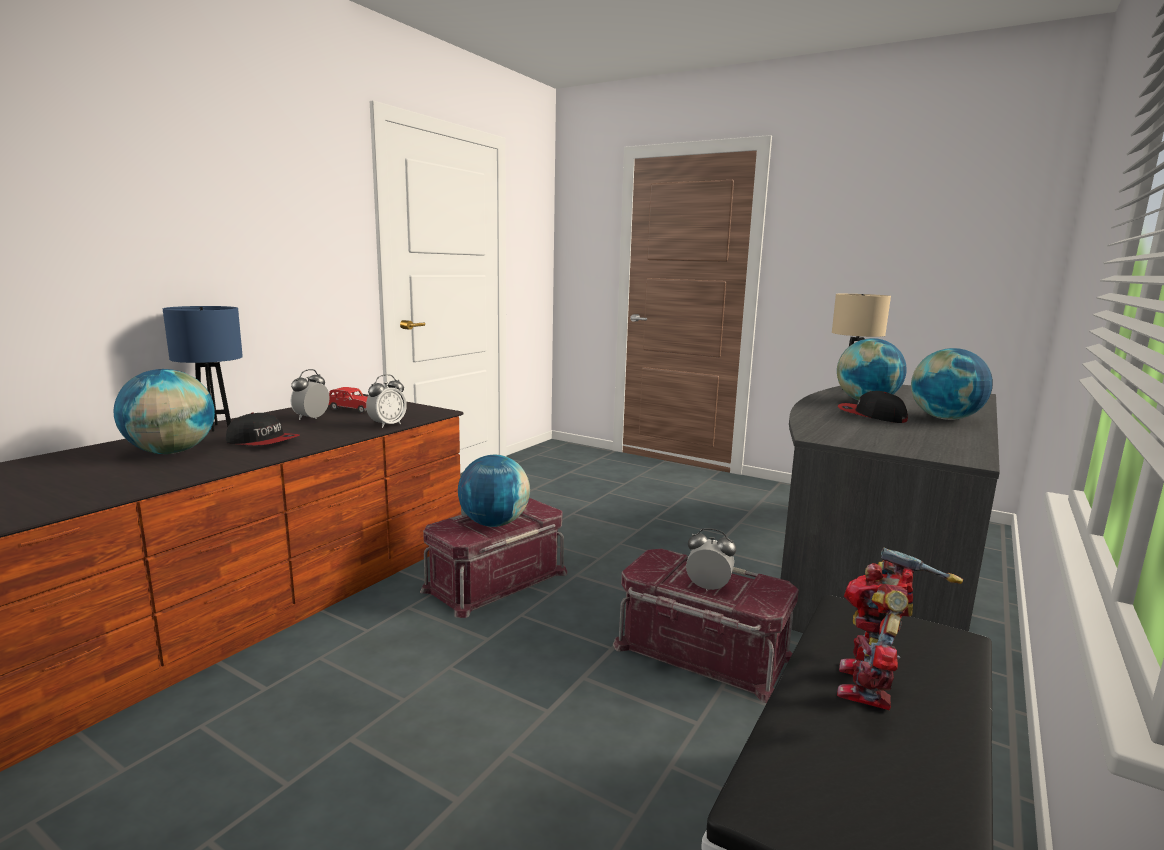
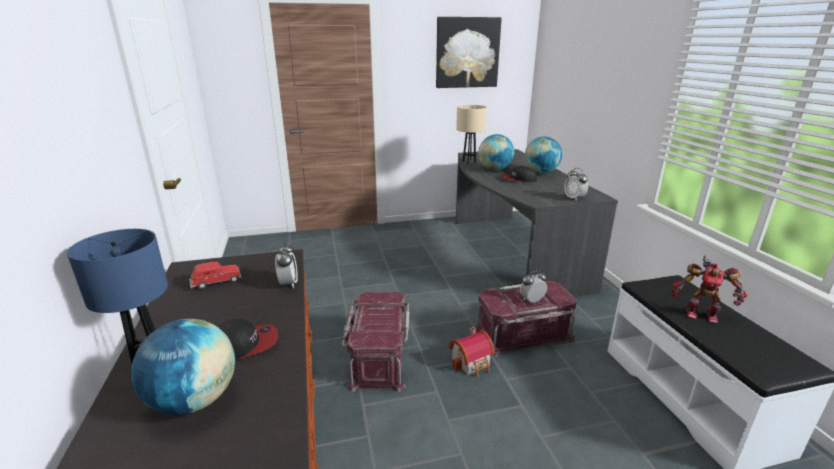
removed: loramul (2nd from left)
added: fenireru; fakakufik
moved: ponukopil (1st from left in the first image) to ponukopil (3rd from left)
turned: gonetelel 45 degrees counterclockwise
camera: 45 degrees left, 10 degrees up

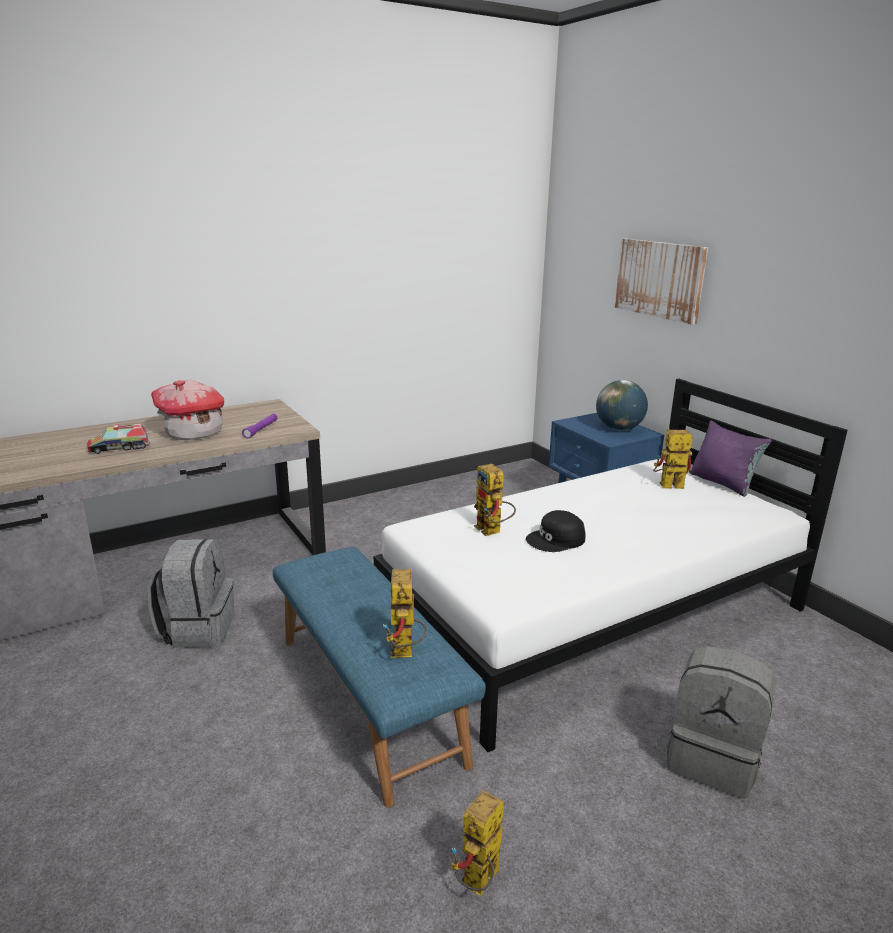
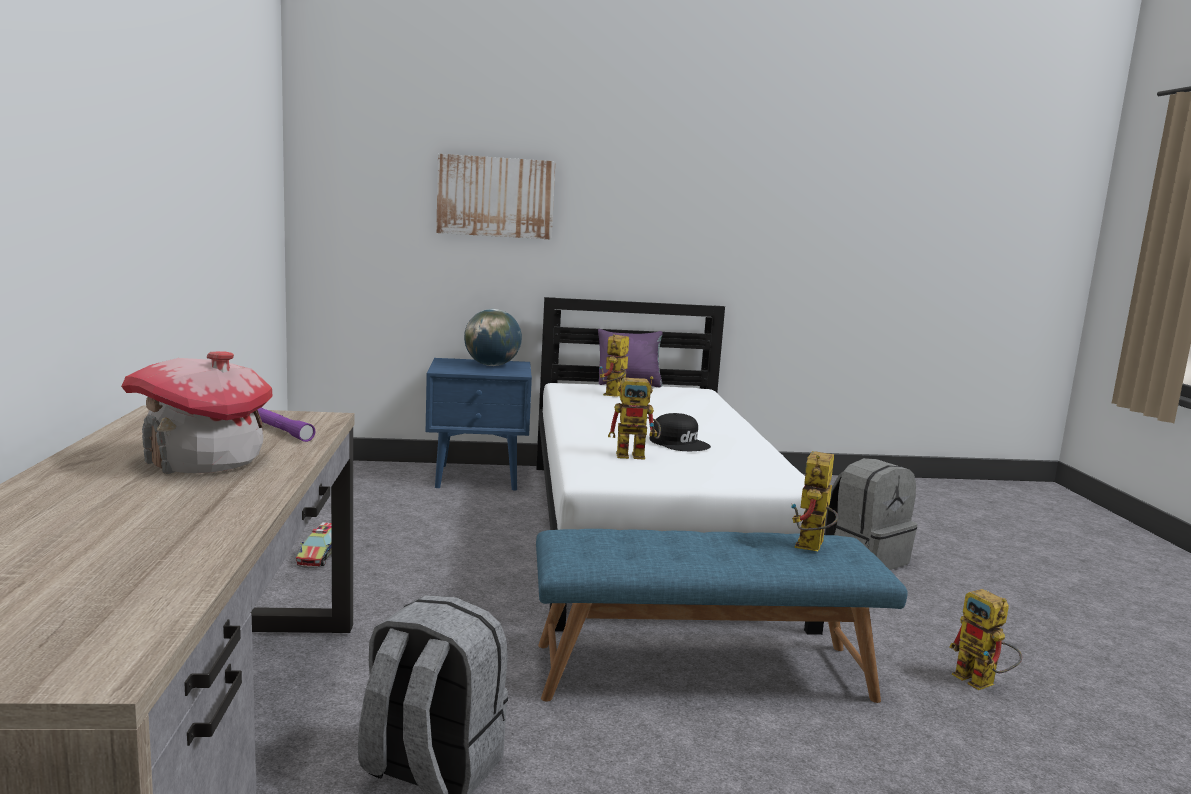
moved: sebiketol
turned: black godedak 45 degrees counterclockwise; gonetelel (1st from left in the first image) 90 degrees clockwise
camera: 65 degrees left, 10 degrees down

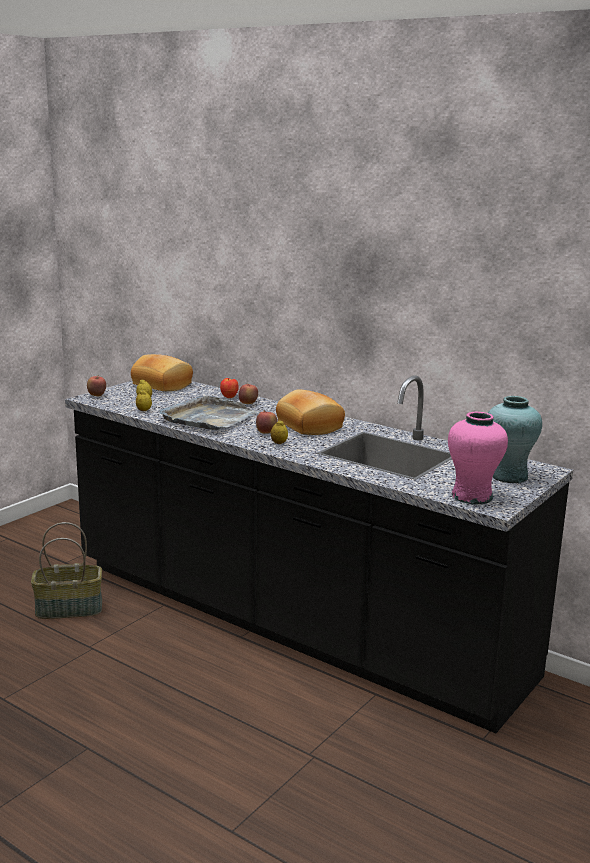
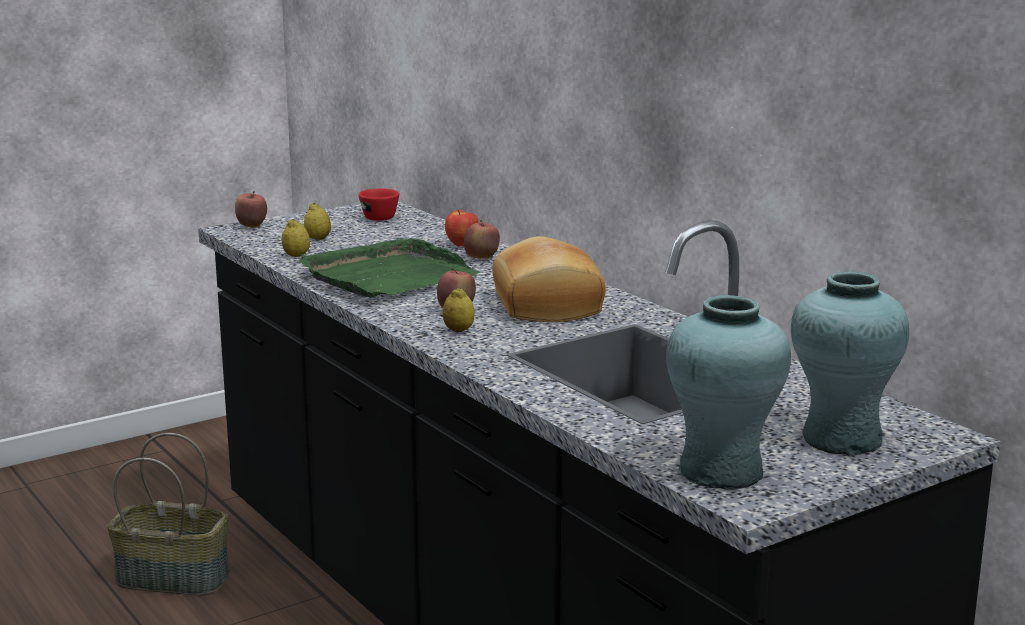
replaced: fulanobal (1st from left) to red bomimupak
recoloured: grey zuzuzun to green zuzuzun; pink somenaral to turquoise somenaral (1st from left)
camera: 20 degrees right, 0 degrees up

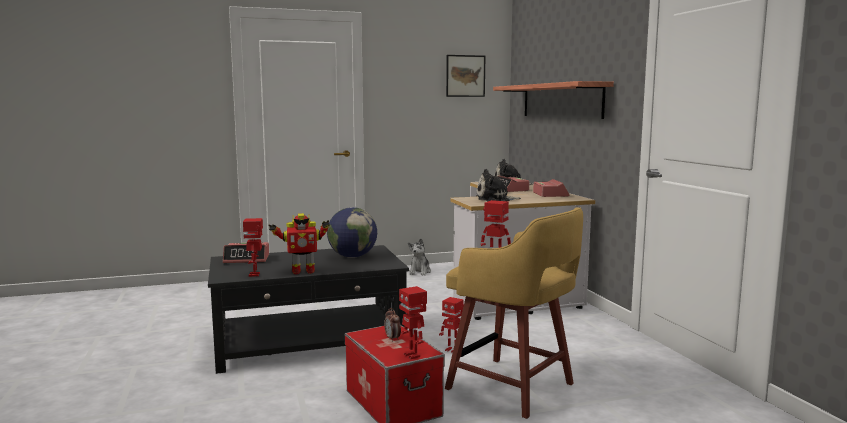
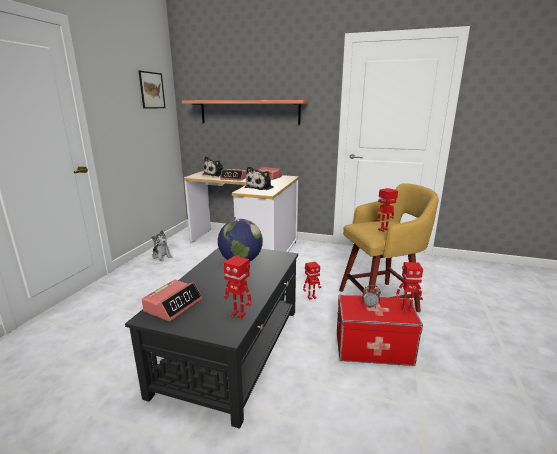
removed: gonetelel (2nd from left)
camera: 55 degrees left, 10 degrees up

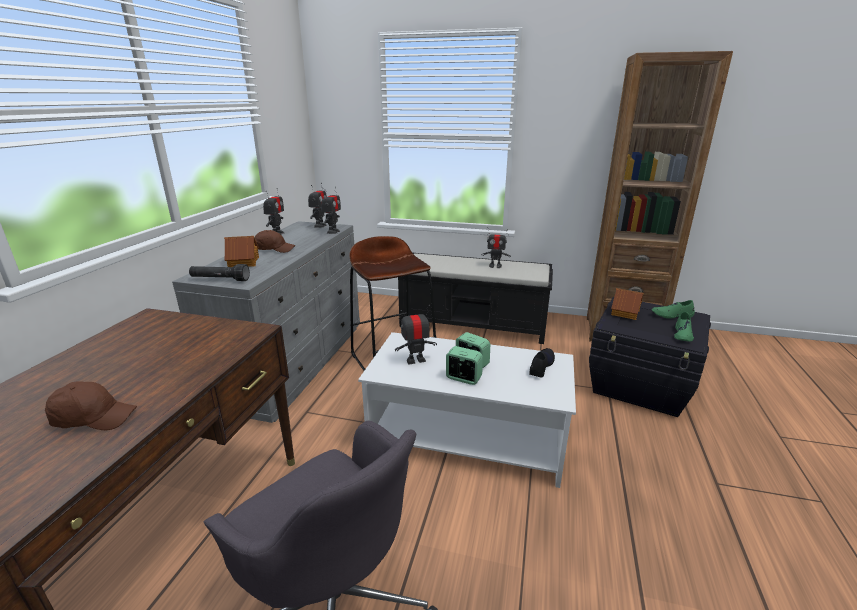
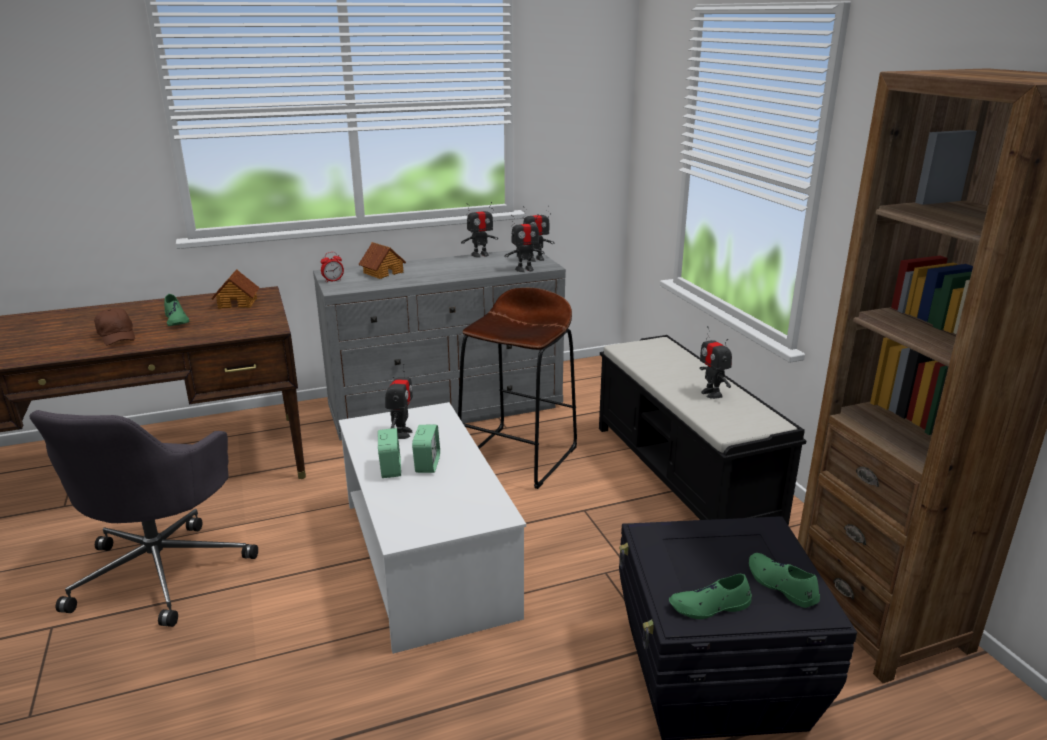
removed: brown godedak (2nd from left); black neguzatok
added: green neguzatok (1st from left)
moved: fakakufik (2nd from left in the first image) to fakakufik (1st from left)
replaced: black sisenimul to ponukopil (1st from left)
turned: gonetelel (4th from left in the first image) 60 degrees clockwise
camera: 55 degrees right, 0 degrees up

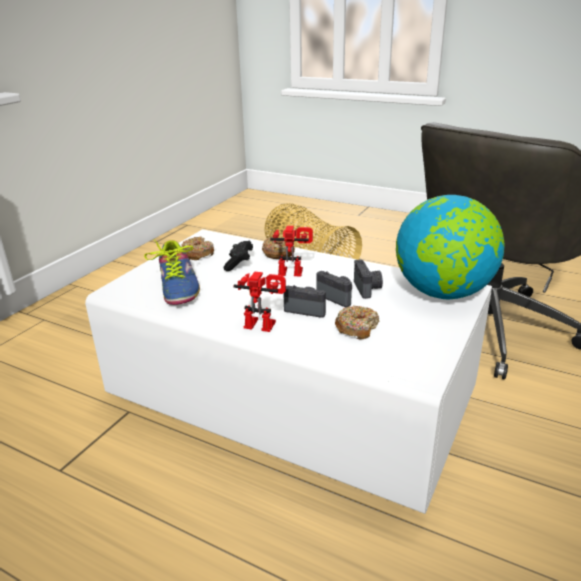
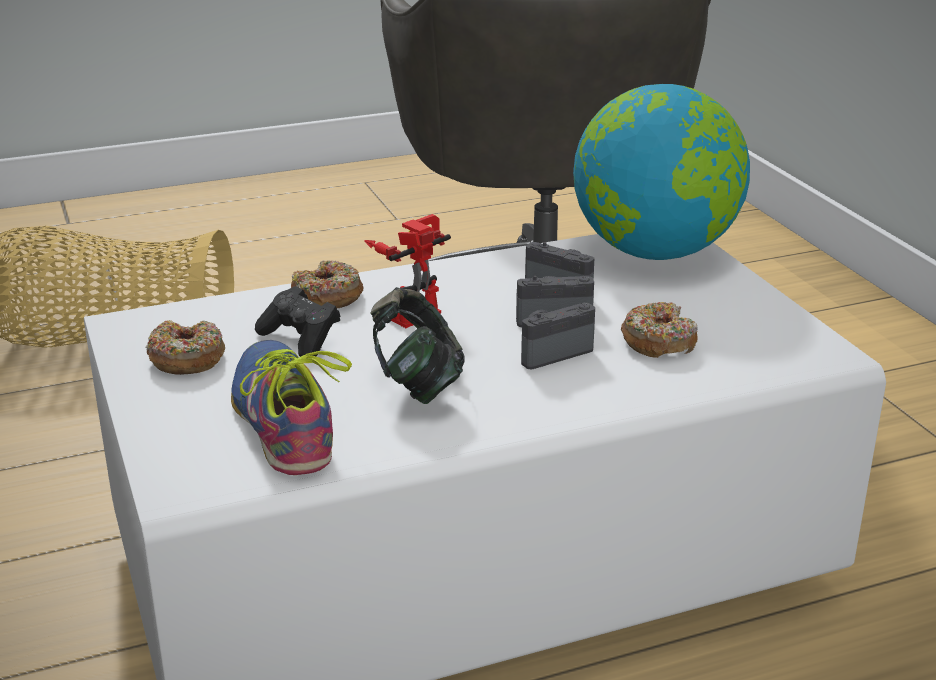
removed: gonetelel (1st from left)
added: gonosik
turned: neguzatok 135 degrees counterclockwise
camera: 50 degrees left, 0 degrees up

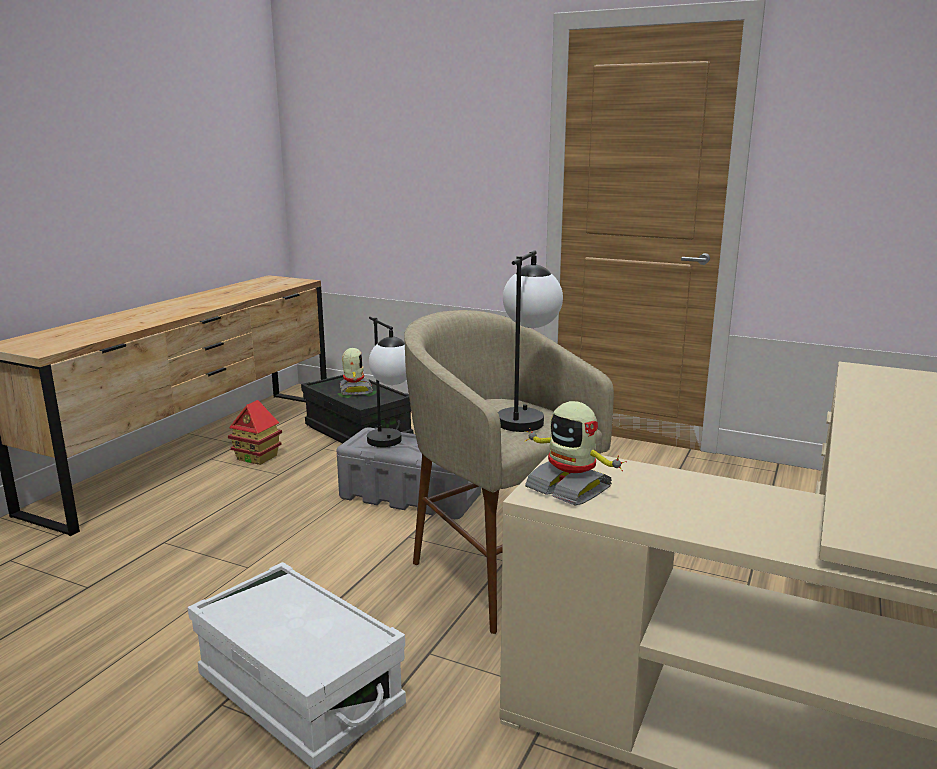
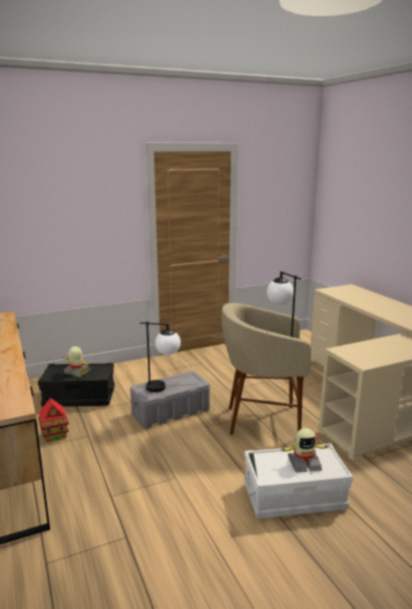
moved: gonetelel (2nd from left)
camera: 50 degrees left, 0 degrees up

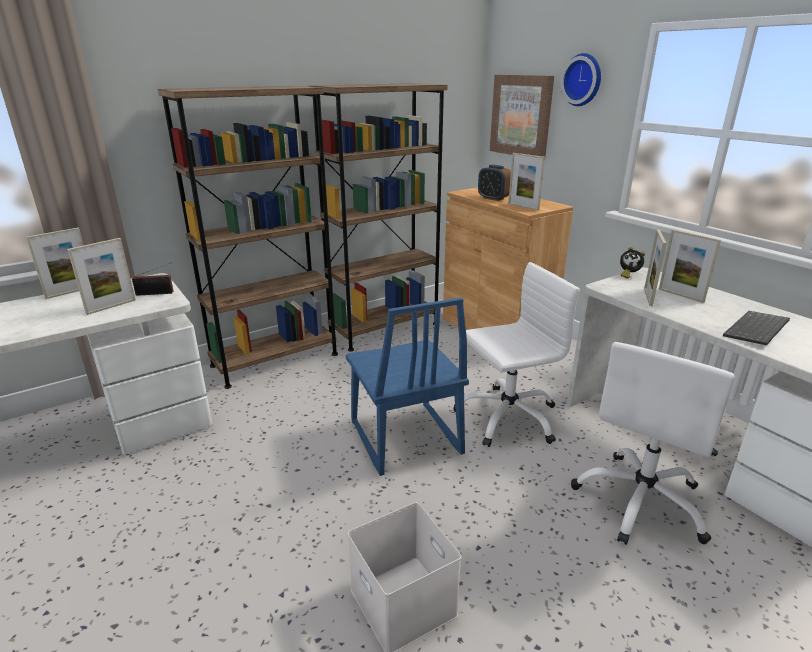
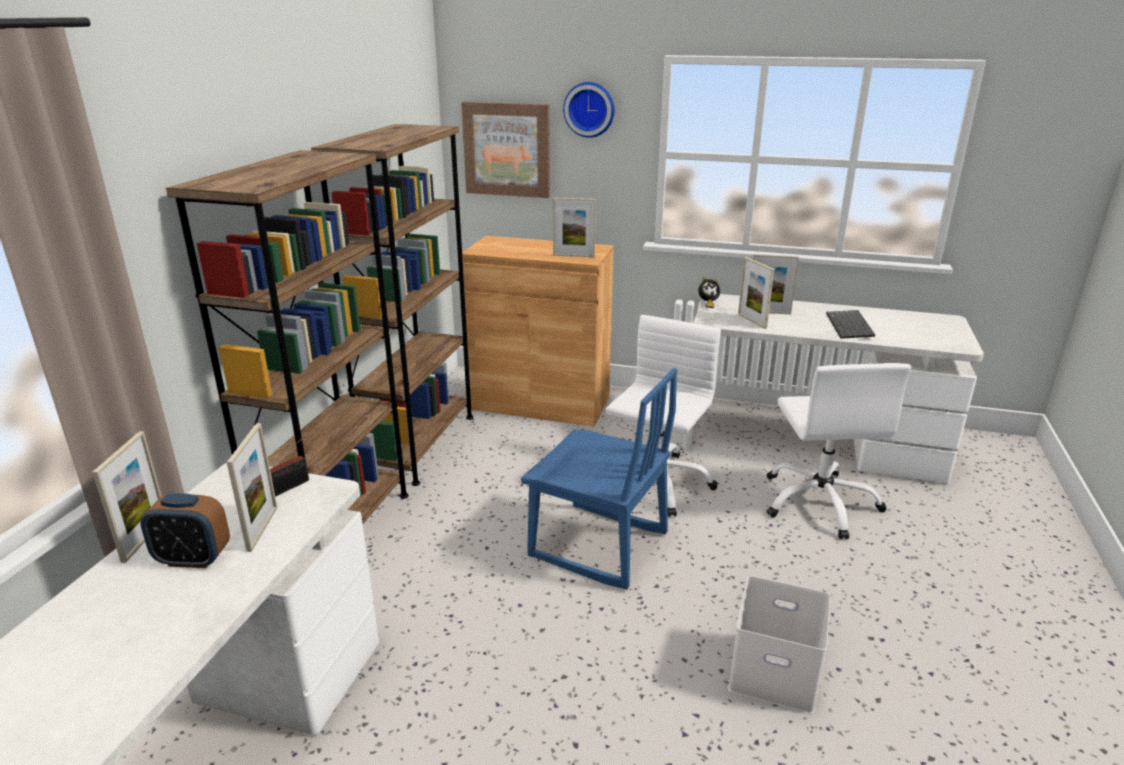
moved: ponukopil (1st from left)
camera: 40 degrees left, 0 degrees up

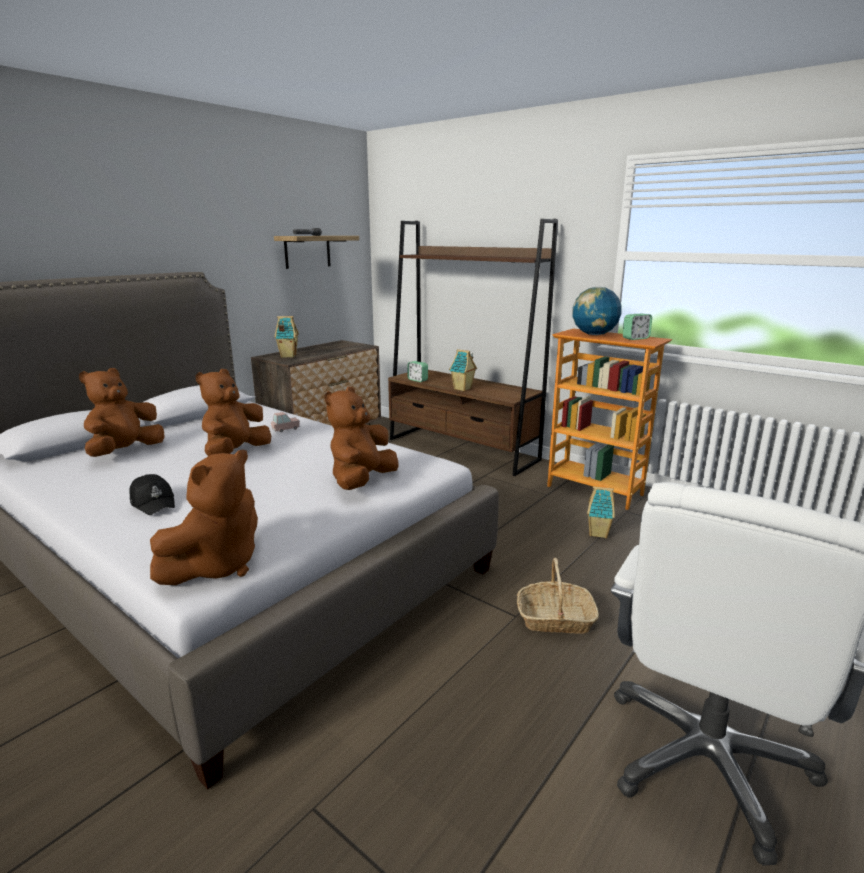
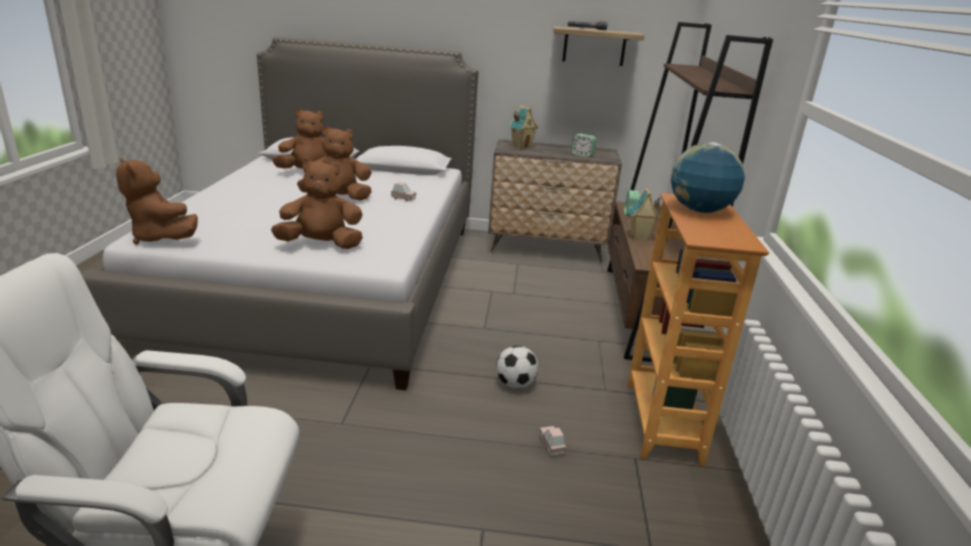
removed: black godedak; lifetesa
added: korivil
moved: ponukopil (2nd from left in the first image) to ponukopil (1st from left)
replaced: fakakufik (3rd from left) to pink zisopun (2nd from left)
turned: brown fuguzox (2nd from left in the first image) 45 degrees clockwise
camera: 55 degrees right, 5 degrees up

